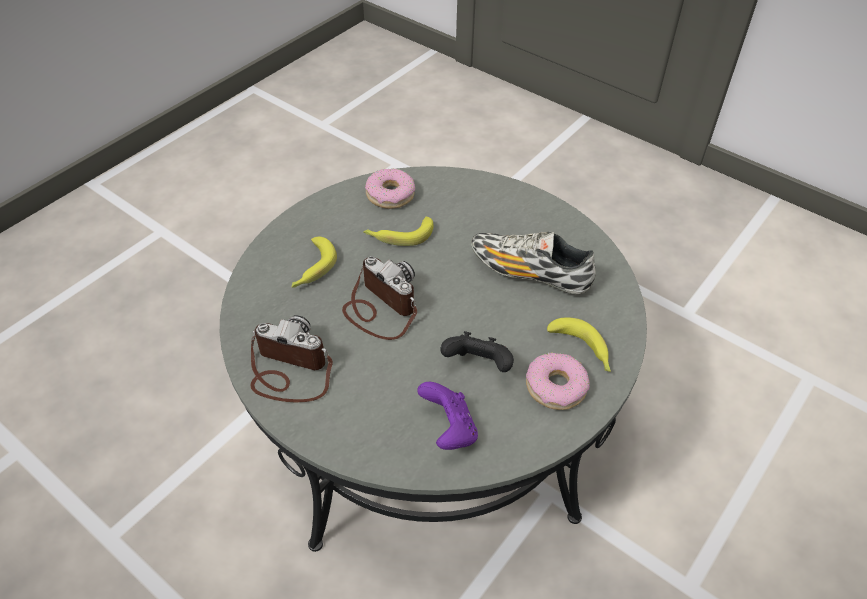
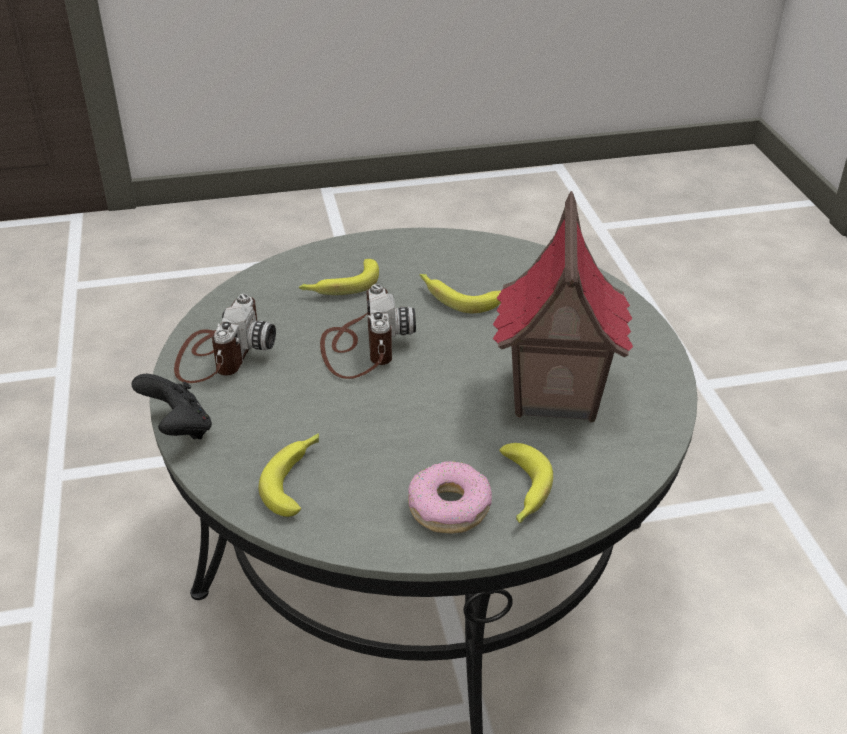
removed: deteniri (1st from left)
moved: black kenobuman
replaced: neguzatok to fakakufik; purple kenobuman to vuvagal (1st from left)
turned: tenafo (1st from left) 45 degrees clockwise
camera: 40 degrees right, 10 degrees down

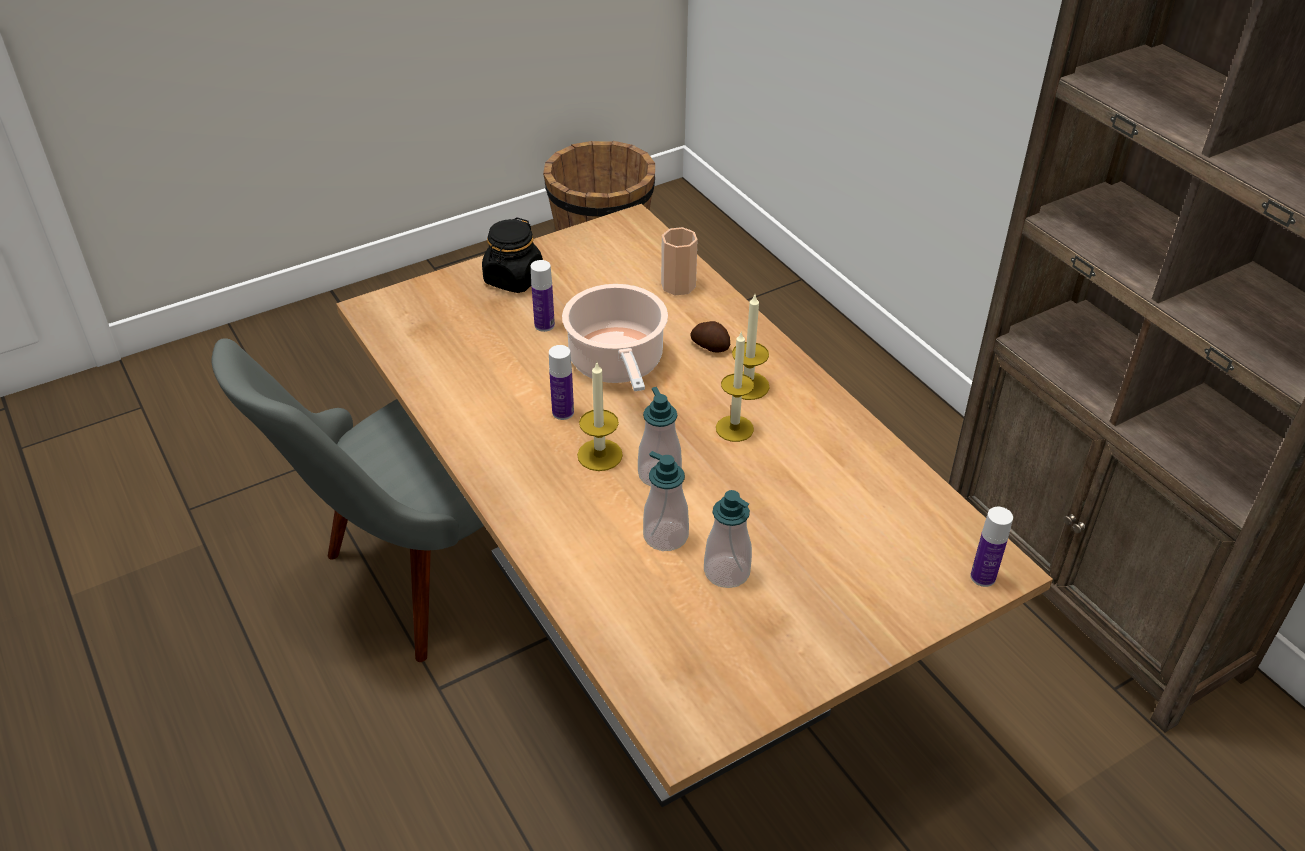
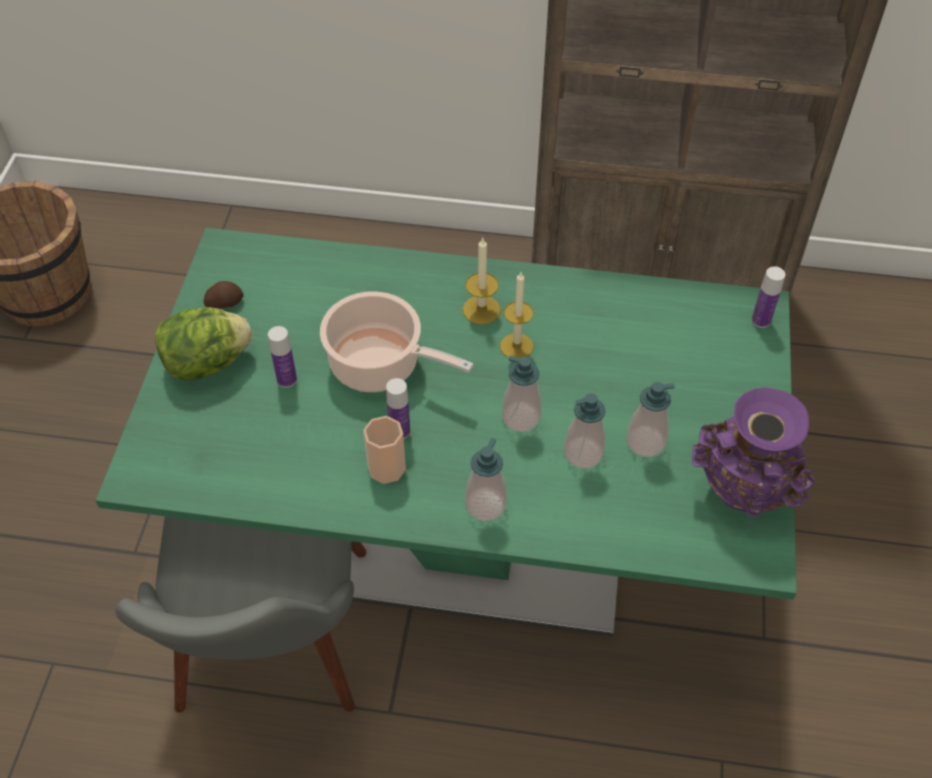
removed: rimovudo (1st from left)
added: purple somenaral; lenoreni (1st from left)
moved: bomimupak; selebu
replaced: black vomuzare to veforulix
recoloured: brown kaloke to green kaloke
camera: 50 degrees left, 10 degrees up

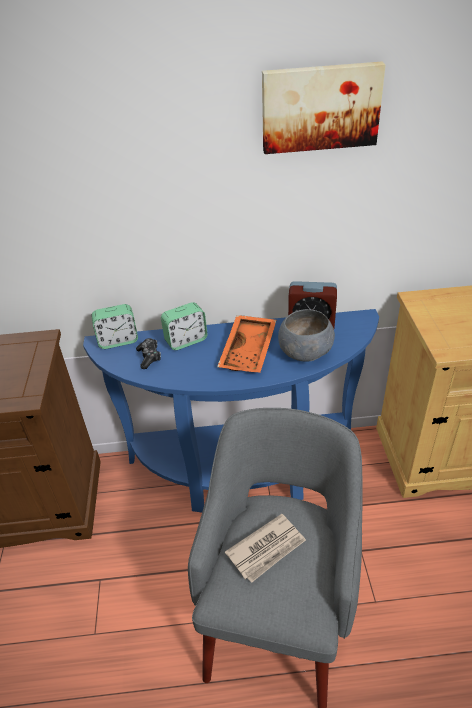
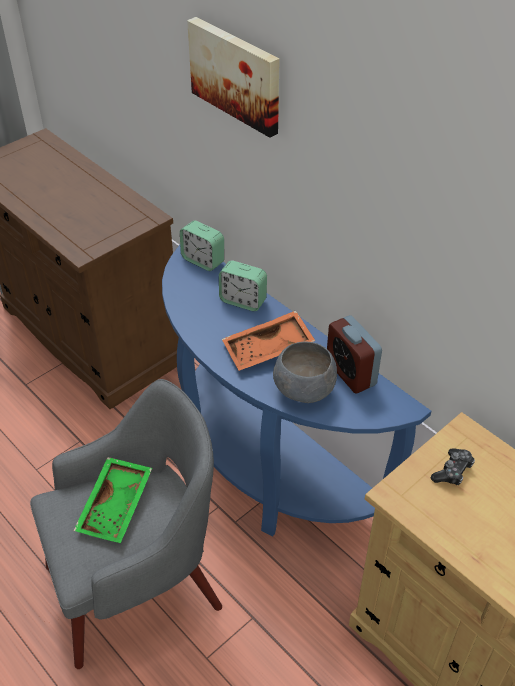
moved: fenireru; kenobuman
replaced: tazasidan to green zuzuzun
camera: 50 degrees right, 5 degrees up

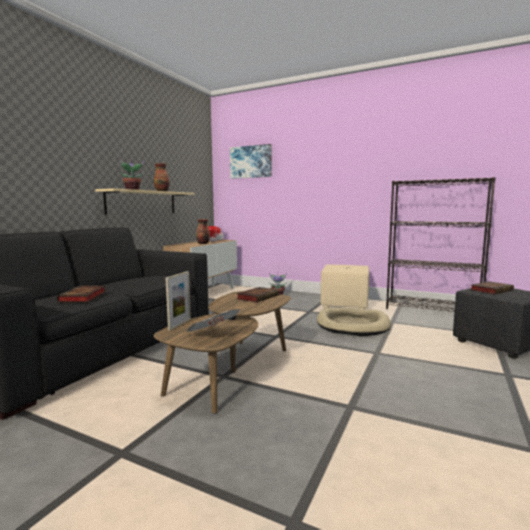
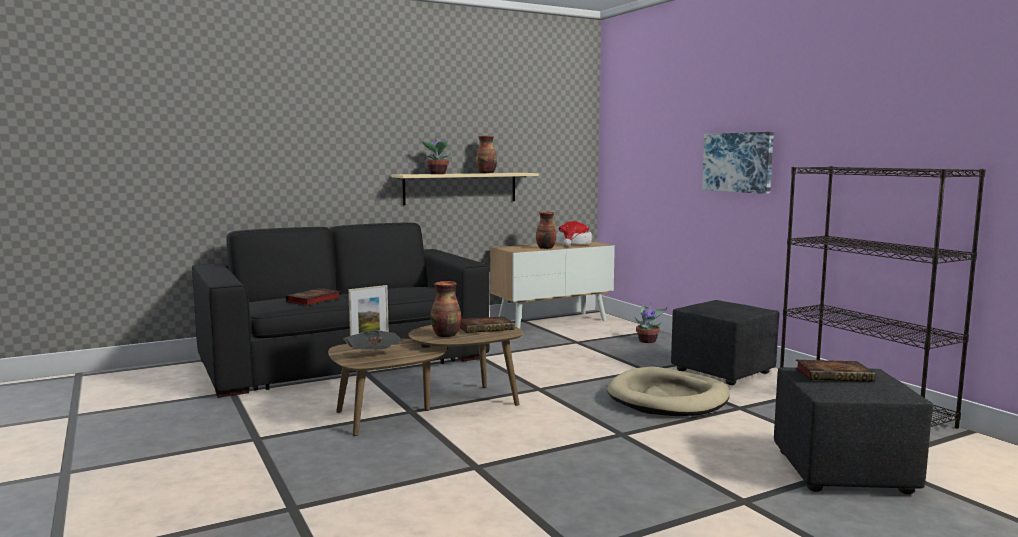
added: somenaral (1st from left)
moved: fenireru
recoloured: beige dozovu to black dozovu (1st from left)
camera: 35 degrees right, 0 degrees up

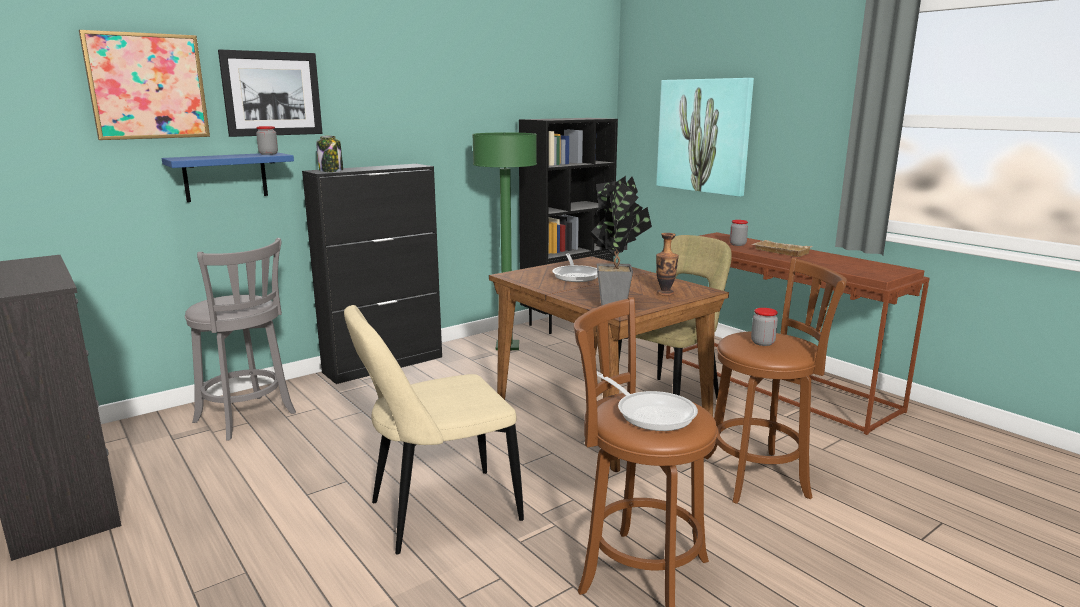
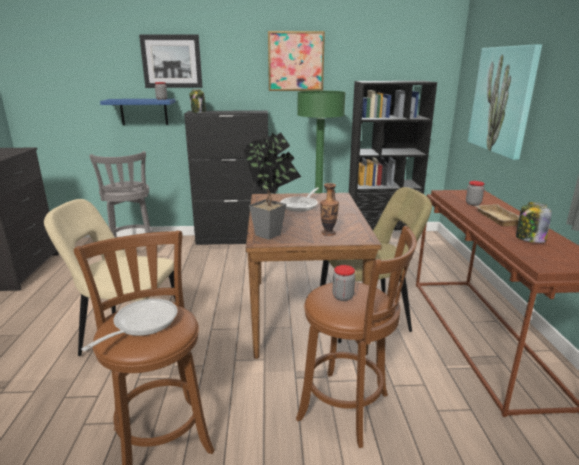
added: vomuzare (5th from left)
moved: fenireru (1st from left in the first image) to fenireru (2nd from left)
turned: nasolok (2nd from left in the first image) 150 degrees counterclockwise
camera: 35 degrees right, 5 degrees up

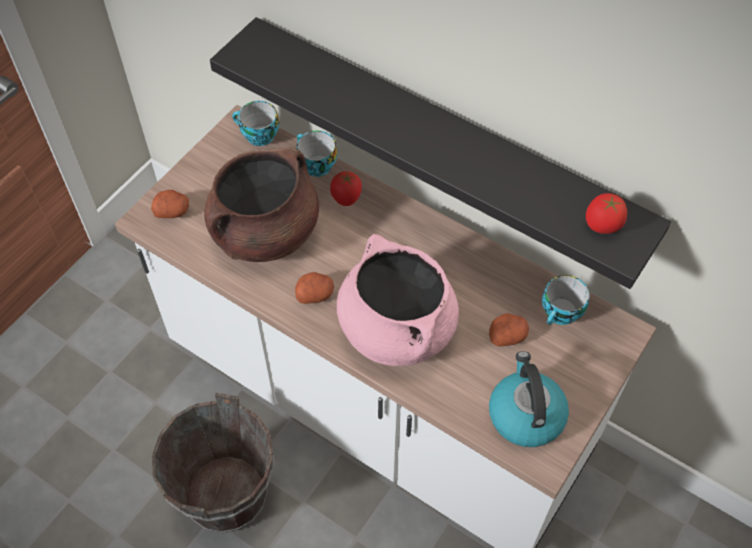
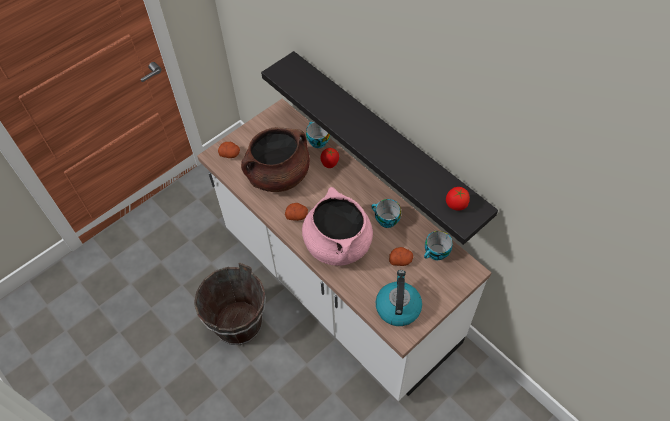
moved: bomimupak (1st from left in the first image) to bomimupak (2nd from left)
camera: 15 degrees right, 0 degrees up

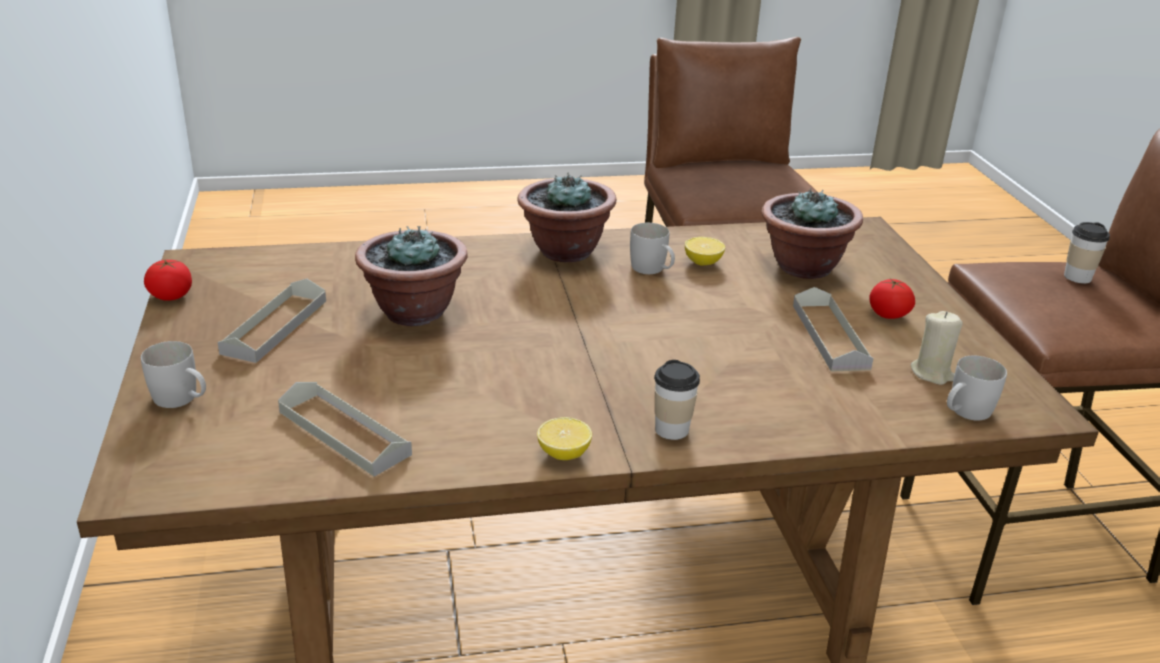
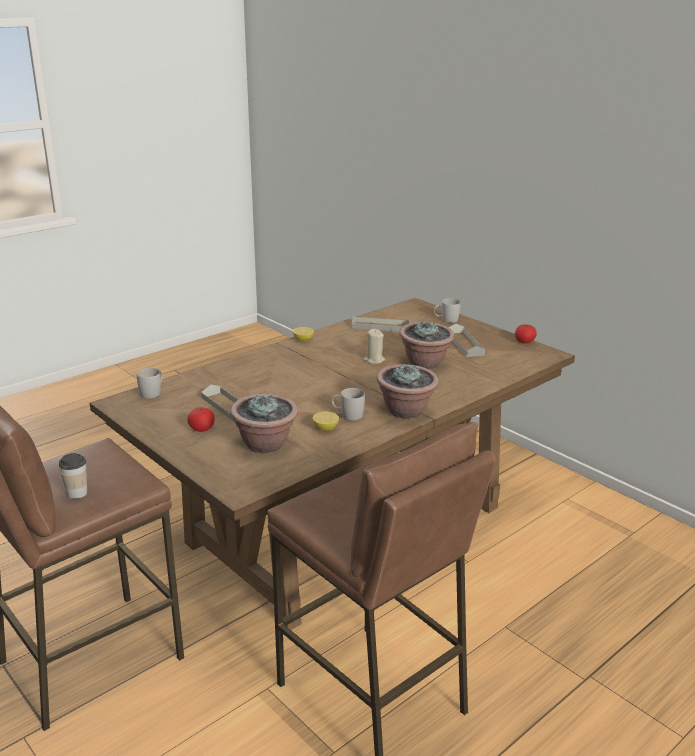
removed: bomimupak (1st from left)
moved: beige rimovudo
camera: 150 degrees right, 5 degrees down

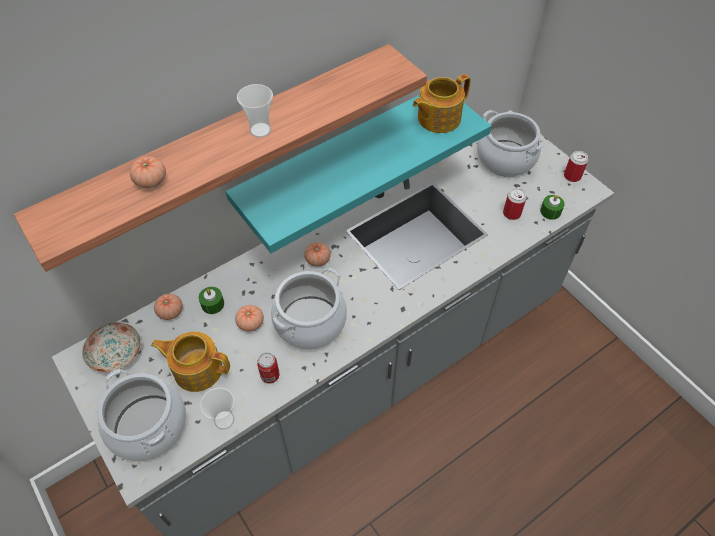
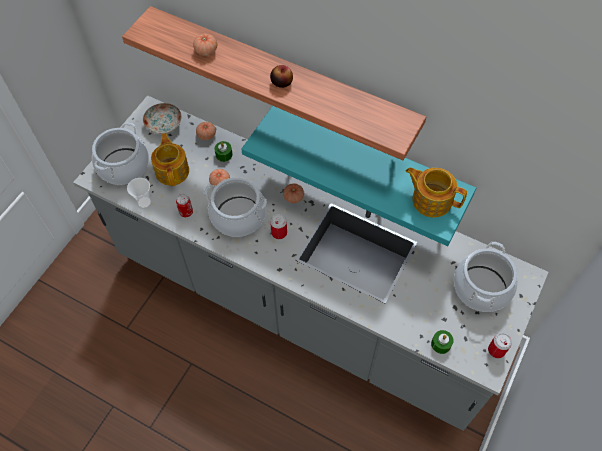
moved: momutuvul (2nd from left)
replaced: bomimupak (2nd from left) to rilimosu
camera: 65 degrees right, 5 degrees up

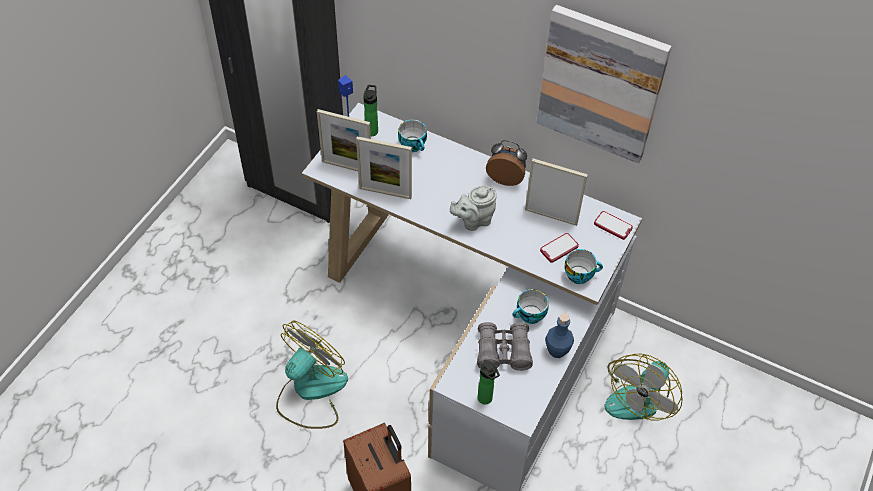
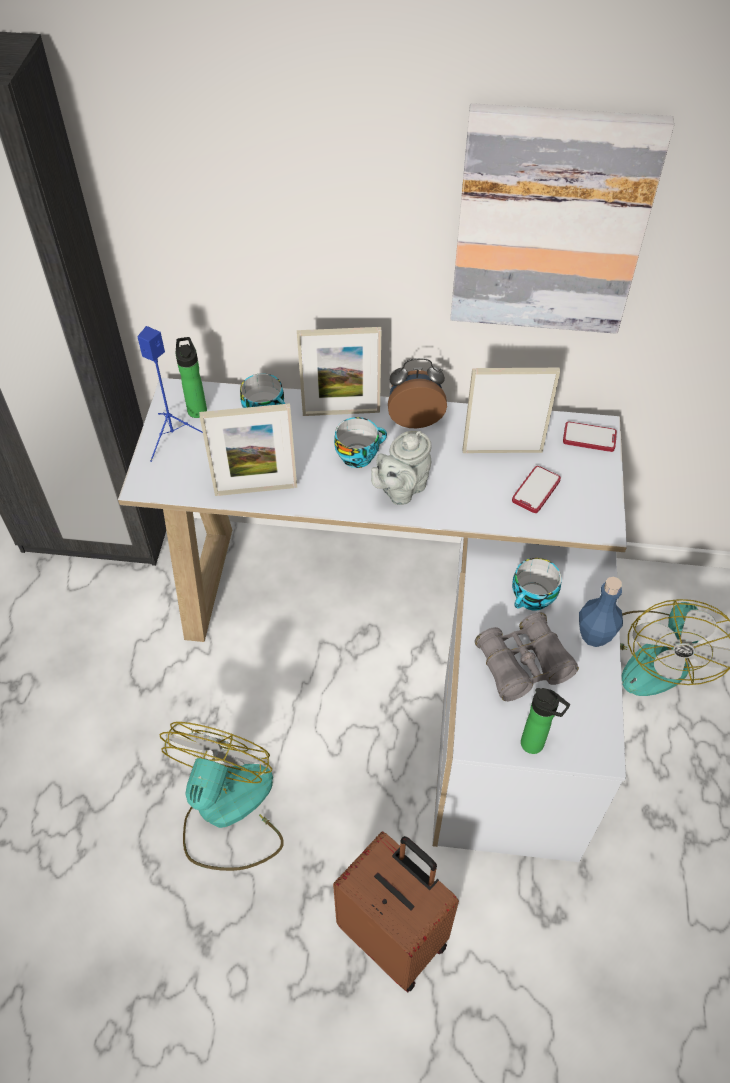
moved: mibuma (1st from left in the first image) to mibuma (2nd from left); bomimupak (3rd from left in the first image) to bomimupak (2nd from left)
camera: 20 degrees left, 0 degrees up

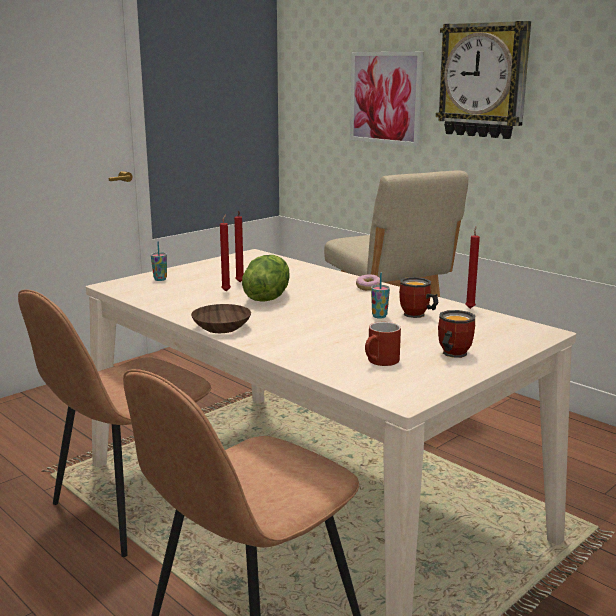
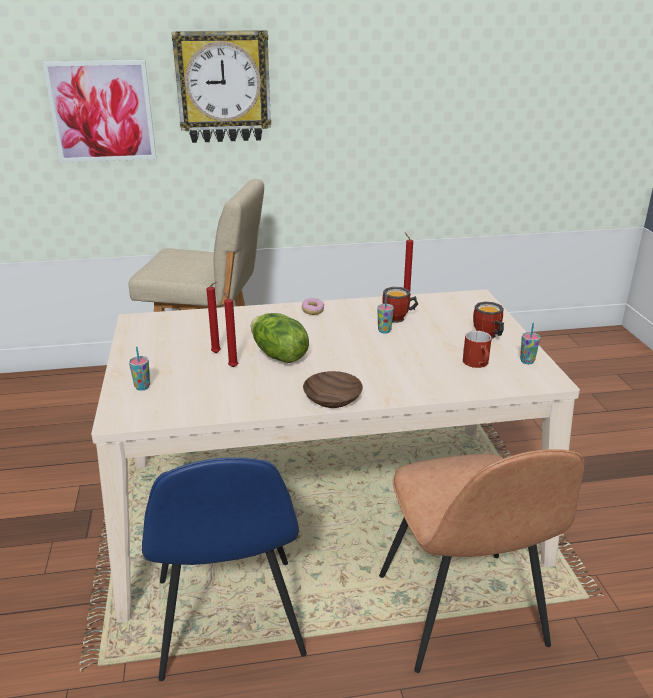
added: bomimupak (3rd from left)
recoloured: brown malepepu (1st from left) to blue malepepu
camera: 55 degrees left, 10 degrees up

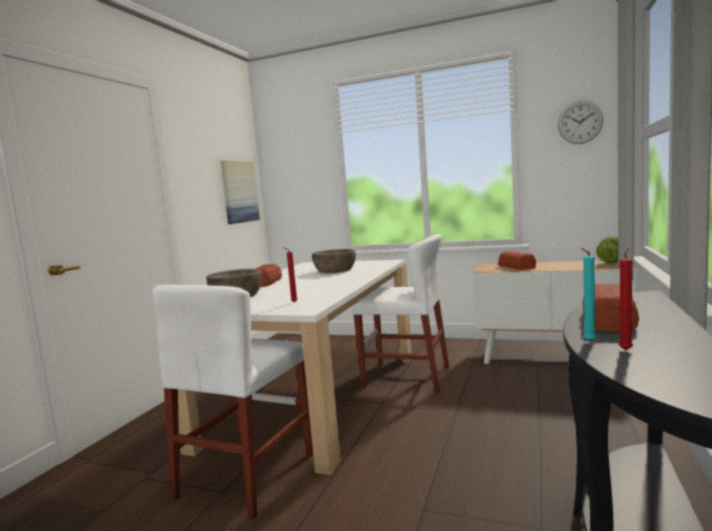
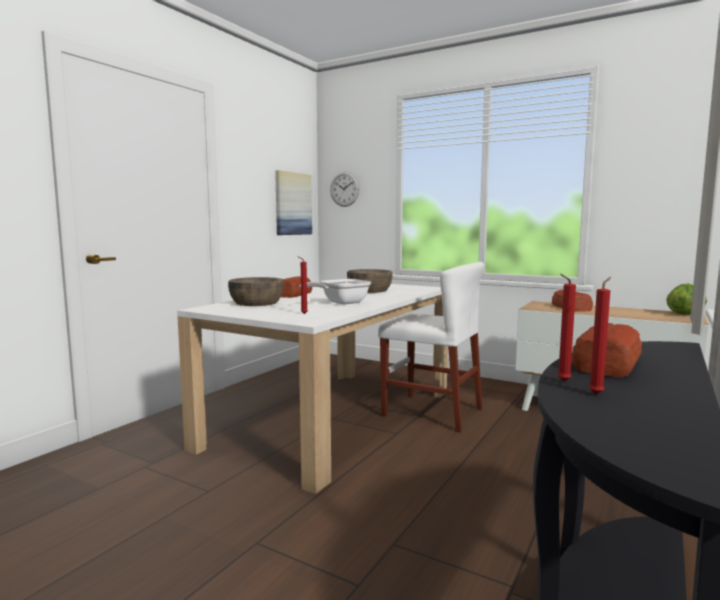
removed: white malepepu (1st from left)
added: nasolok
moved: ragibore
recoloured: turquoise rimovudo to red rimovudo (2nd from left)
camera: 10 degrees right, 0 degrees up

